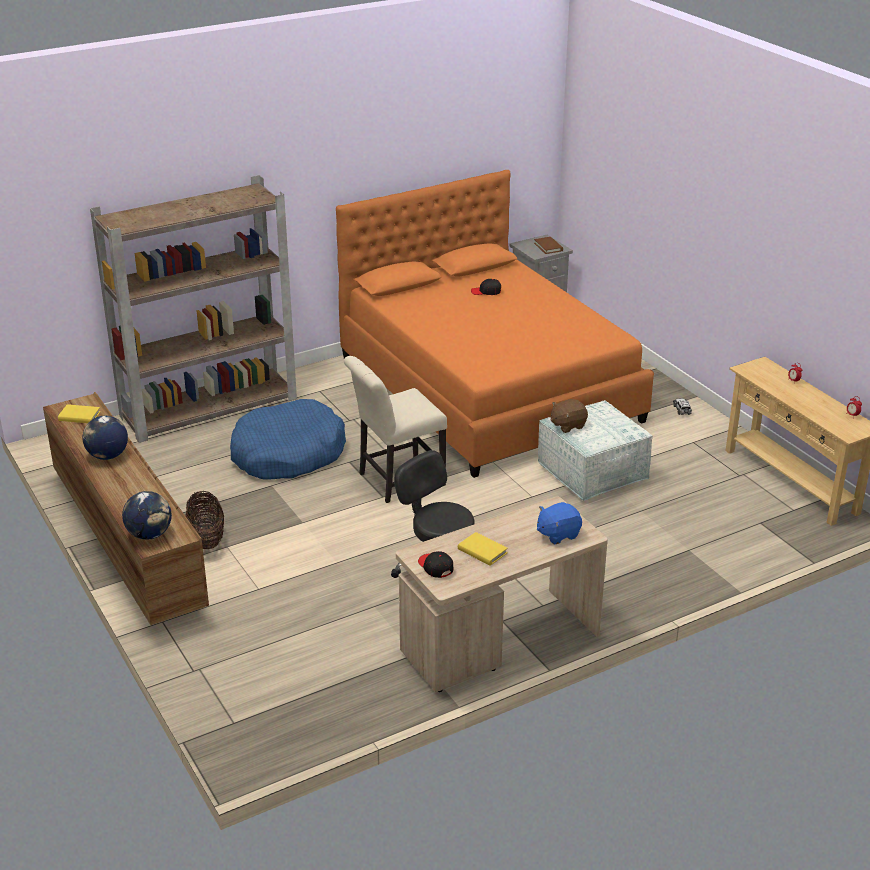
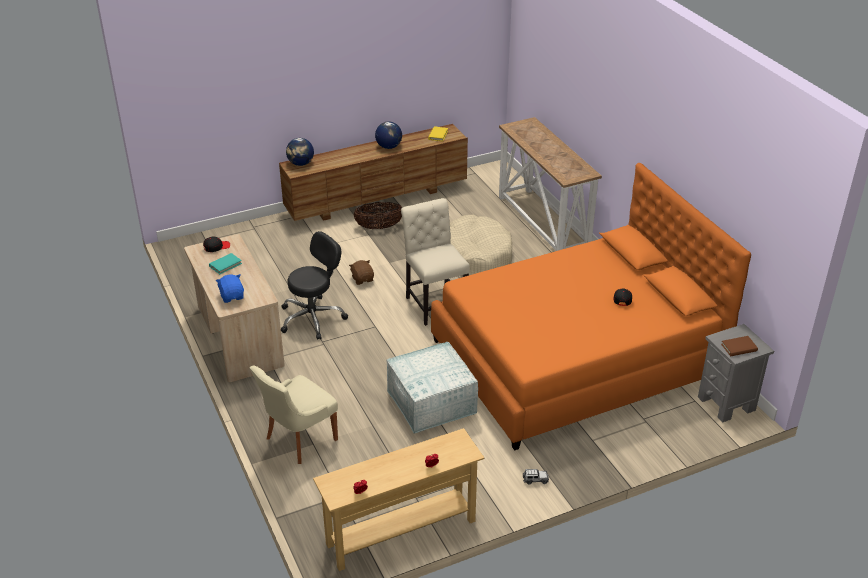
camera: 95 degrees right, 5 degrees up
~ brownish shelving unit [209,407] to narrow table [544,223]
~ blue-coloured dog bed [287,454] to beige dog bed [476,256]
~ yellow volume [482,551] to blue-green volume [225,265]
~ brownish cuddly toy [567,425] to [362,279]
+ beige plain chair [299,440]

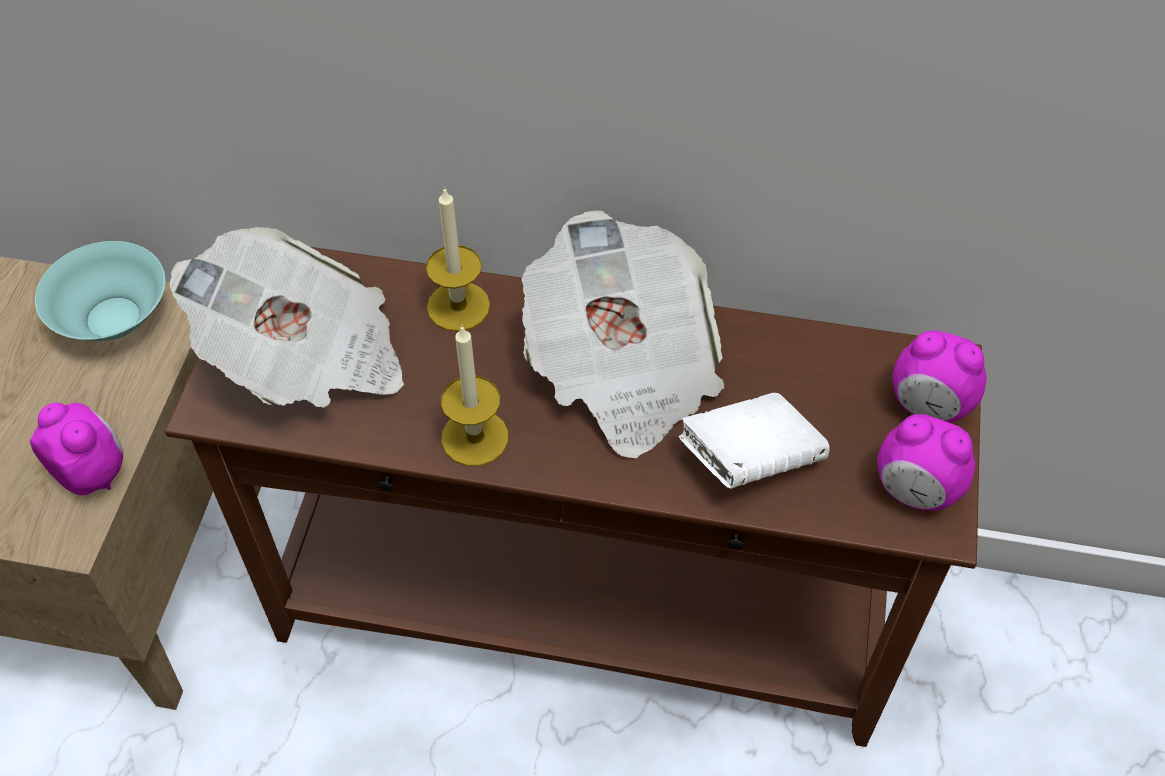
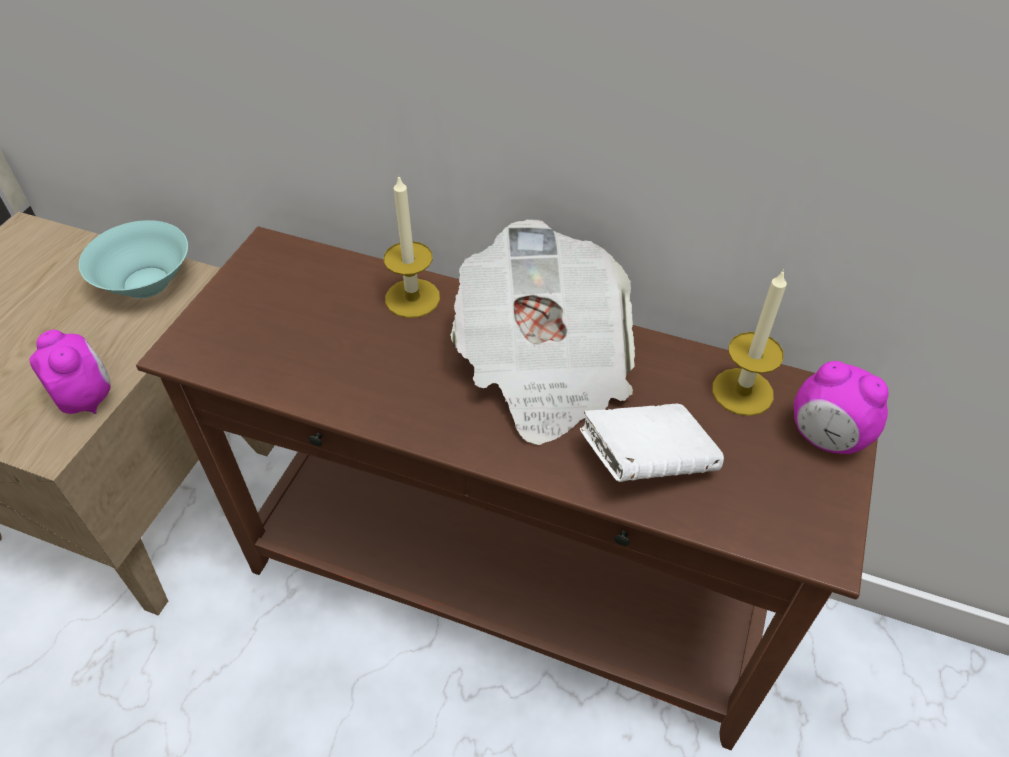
camera: 10 degrees right, 5 degrees down
- daily paper [306,356]
~ wax candle [475,437] to [742,392]
- table clock [915,490]

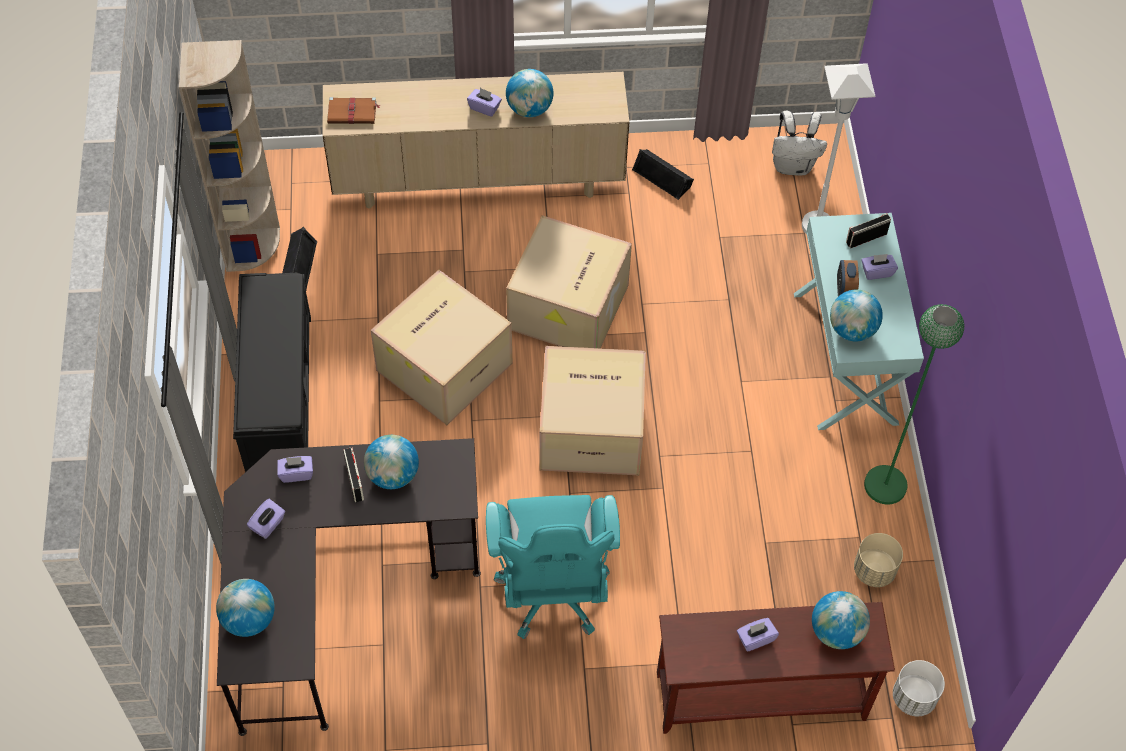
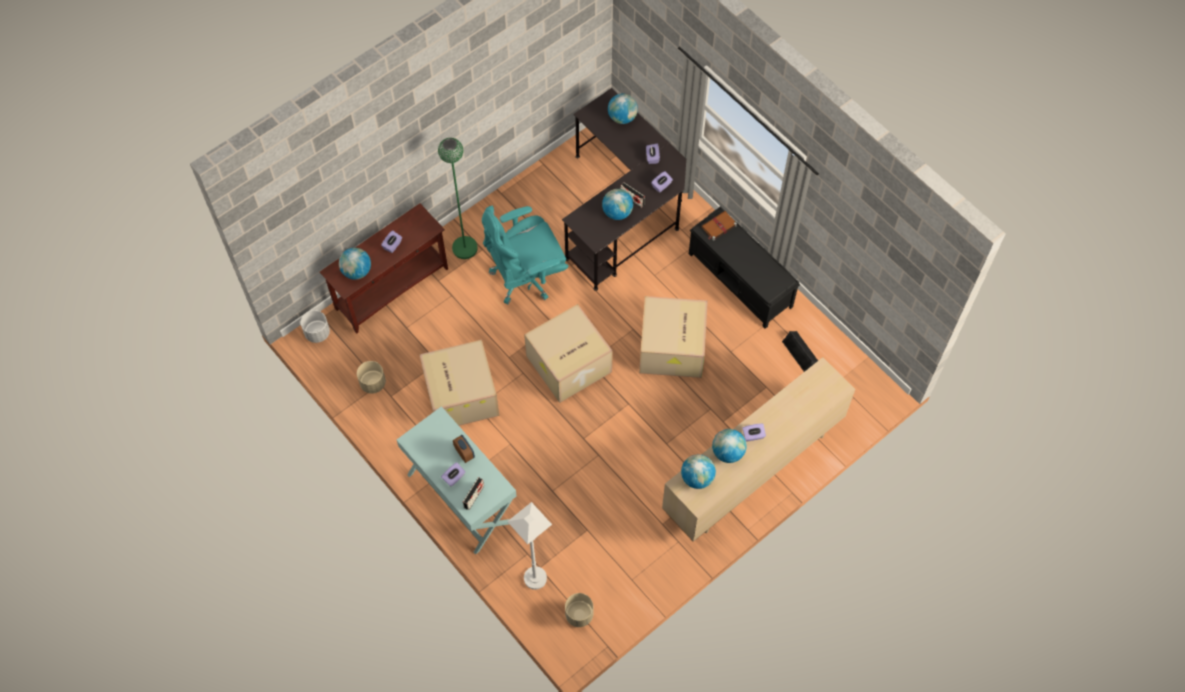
camera: 145 degrees right, 5 degrees up
- beige shelving unit [252,252]
~ brownish volume [353,112] to [718,226]
~ blue-green office chair [551,585] = [527,276] 75 degrees counterclockwise
~ packing box [569,308] to [460,395]
- black-coloured audio speaker [663,176]
~ whitish rucksack [793,166] to beige planter [579,615]
~ world globe [852,330] to [697,478]
~ green standard lamp [885,485] to [464,248]

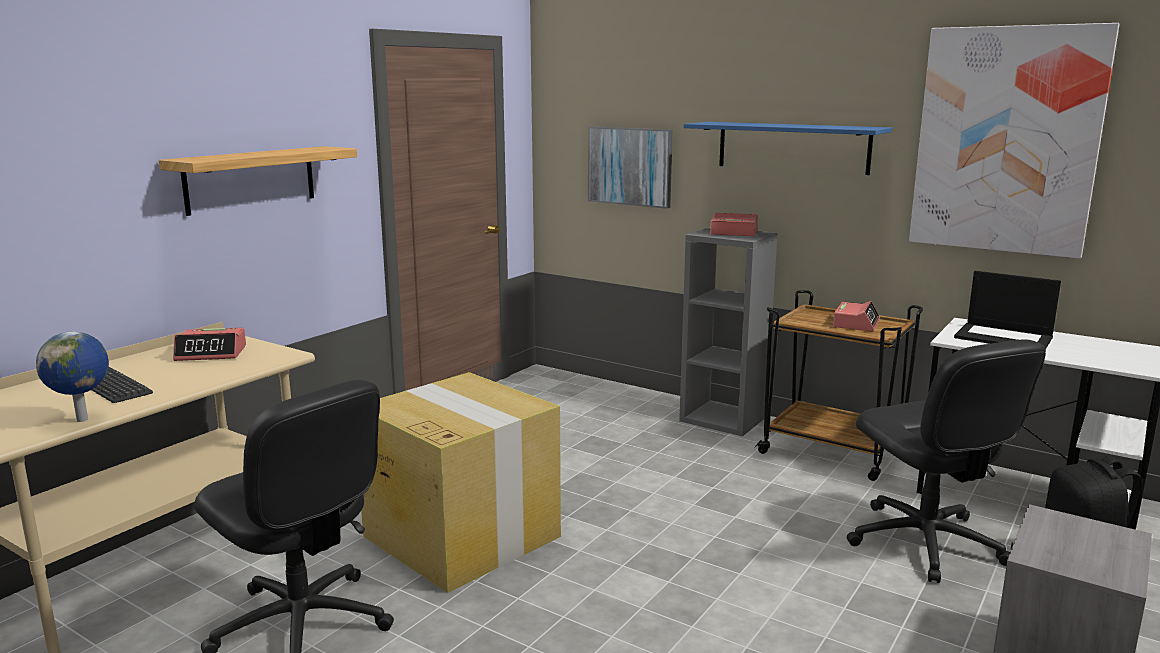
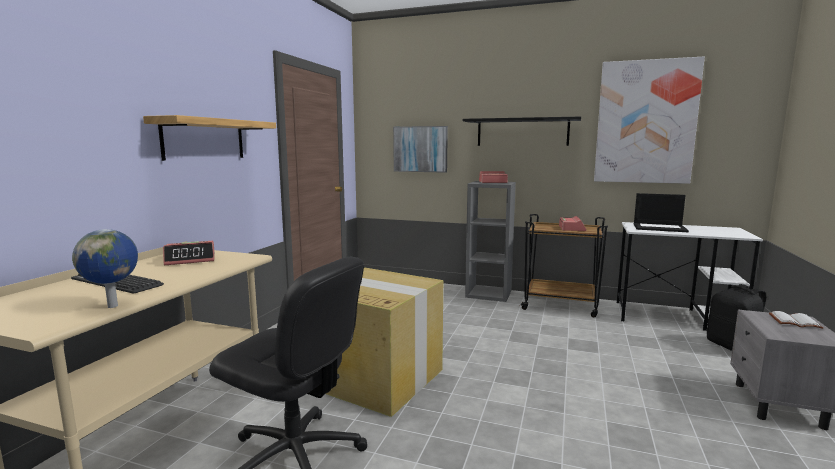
camera: 15 degrees left, 5 degrees down
~ blue-coloured shelf [792,147] to black-coloured shelf [522,132]
- black-coloured office chair [925,542]
+ whitish volume [794,322]

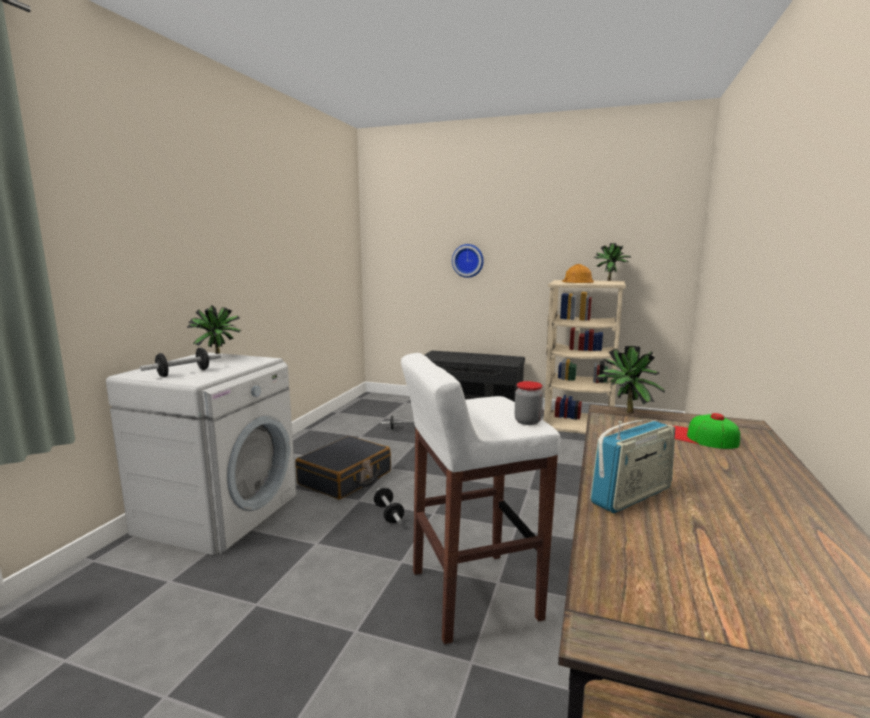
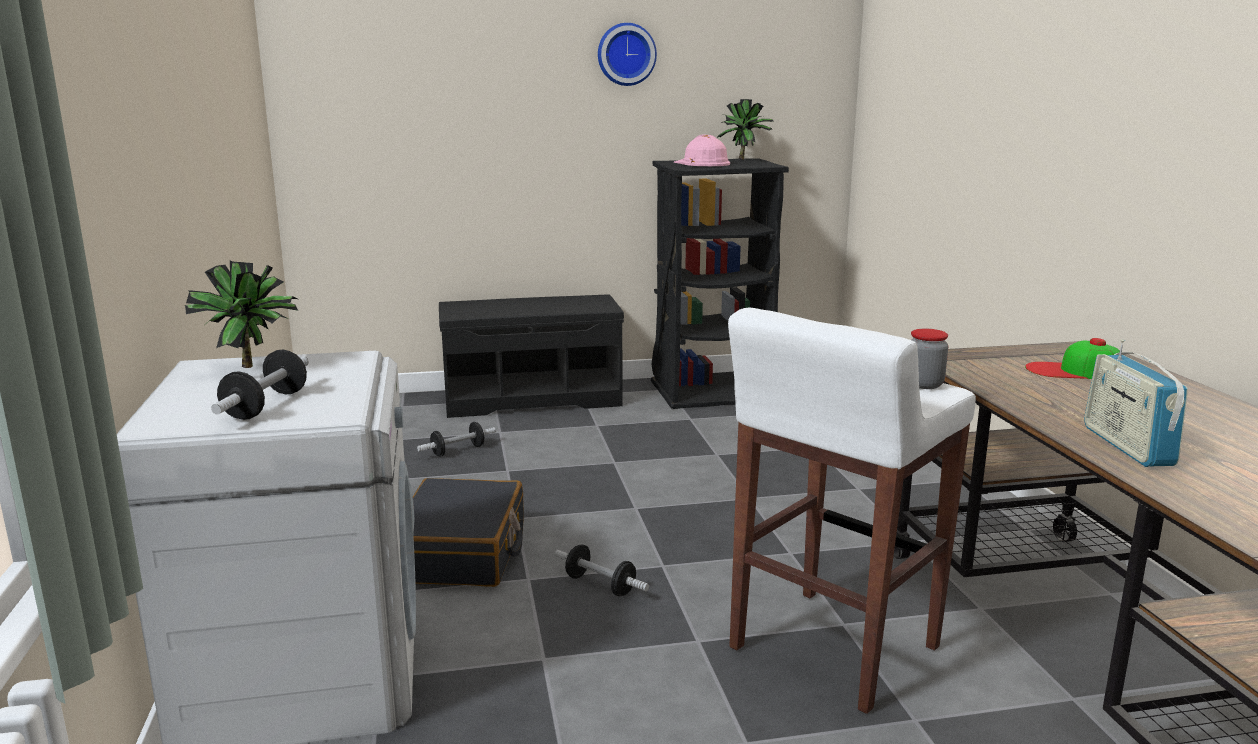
camera: 30 degrees left, 5 degrees up
~ clock on the wall [468,260] to [626,54]
~ beige shelving unit [578,423] to black-coloured shelving unit [712,391]
~ orange-coloured safety helmet [576,281] to pinkish safety helmet [702,163]
~ radio set [631,495] = [1127,446] 150 degrees clockwise
- plant in a pot [624,412]

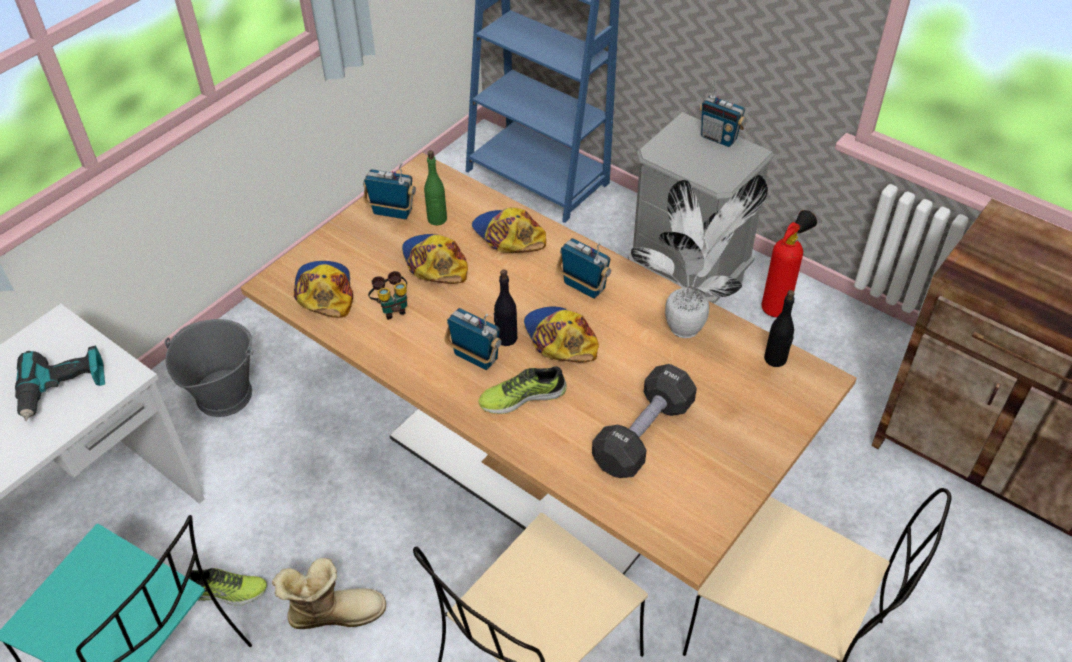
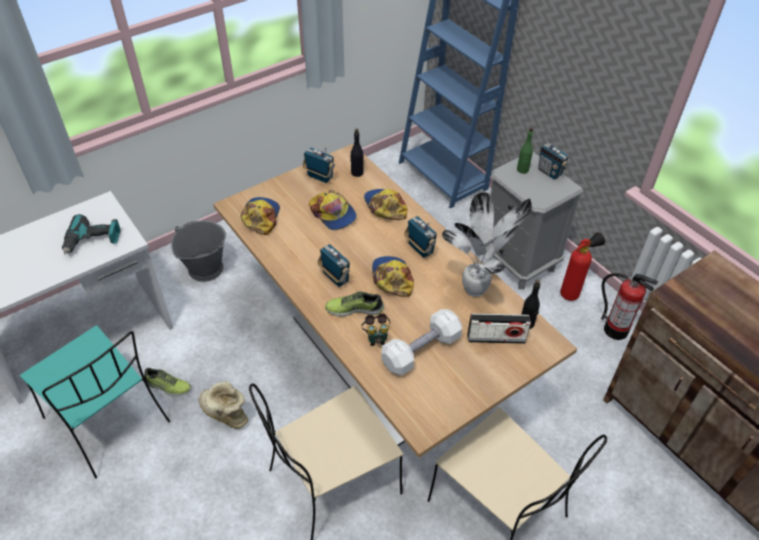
camera: 15 degrees right, 0 degrees up
~ tall boot [334,611] = [224,414] 150 degrees counterclockwise
~ binoculars [392,308] to [376,337]
~ baseball cap [434,263] = [333,213] 150 degrees clockwise
~ green beverage bottle [437,219] to [522,170]
~ black-coloured beverage bottle [506,338] to [357,173]
~ black-coloured hand weight [643,434] to whitish hand weight [421,350]
+ radio set [496,338]
+ fire extinguisher [615,329]

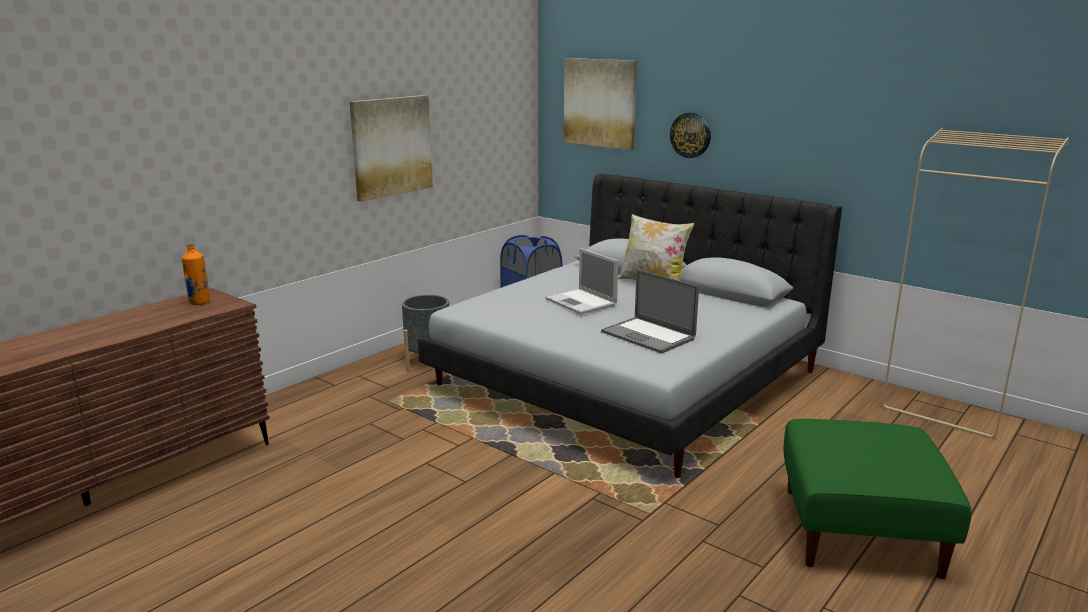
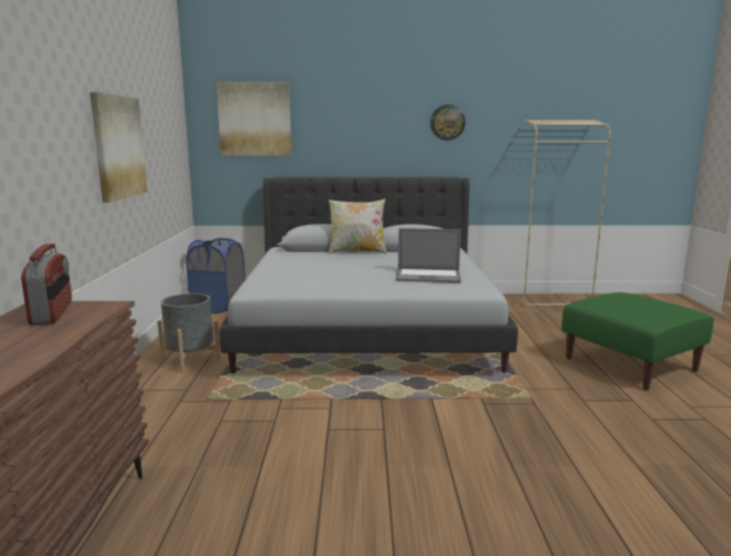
camera: 40 degrees left, 5 degrees down
~ orange-coloured beverage bottle [199,302] to radio set [53,313]
- notebook computer [582,302]
~ clock on the wall [690,135] to [447,122]

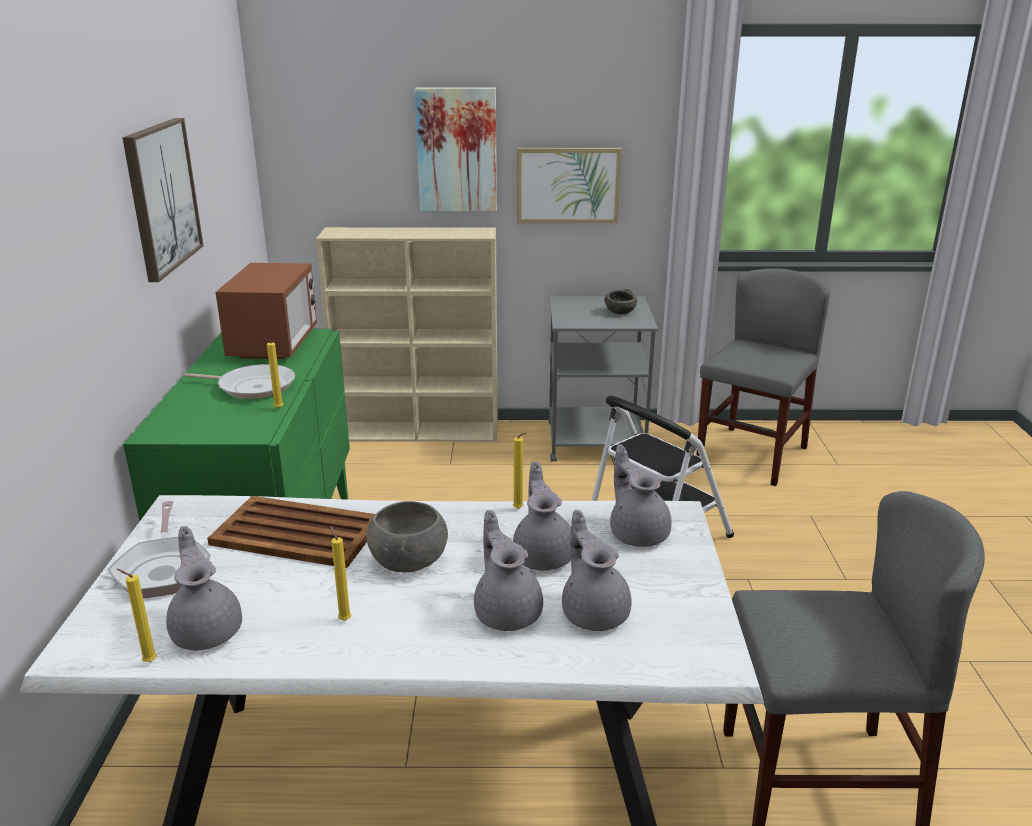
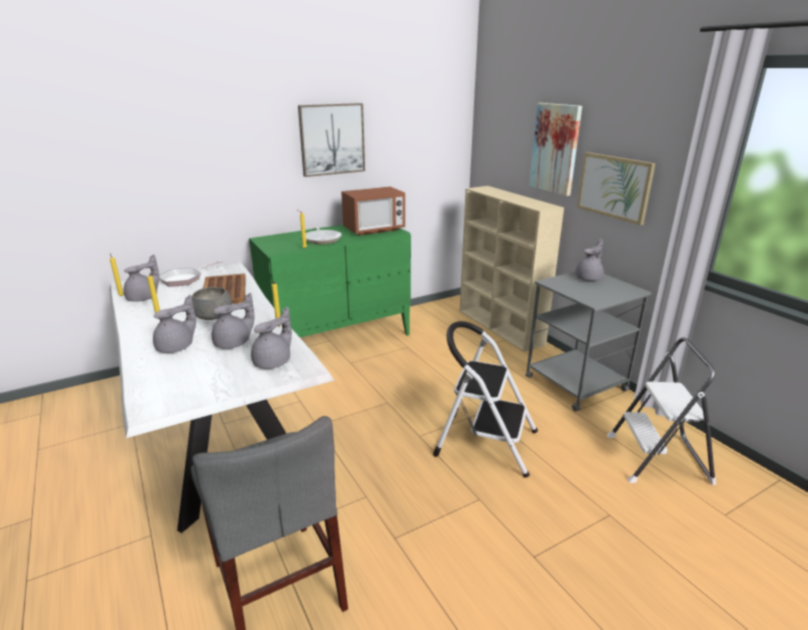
camera: 60 degrees right, 0 degrees up
~ gray tea pot [594,612] to [589,278]
- gray deep dish [620,312]
~ gray plain chair [751,455] to whitish stepladder [662,459]

